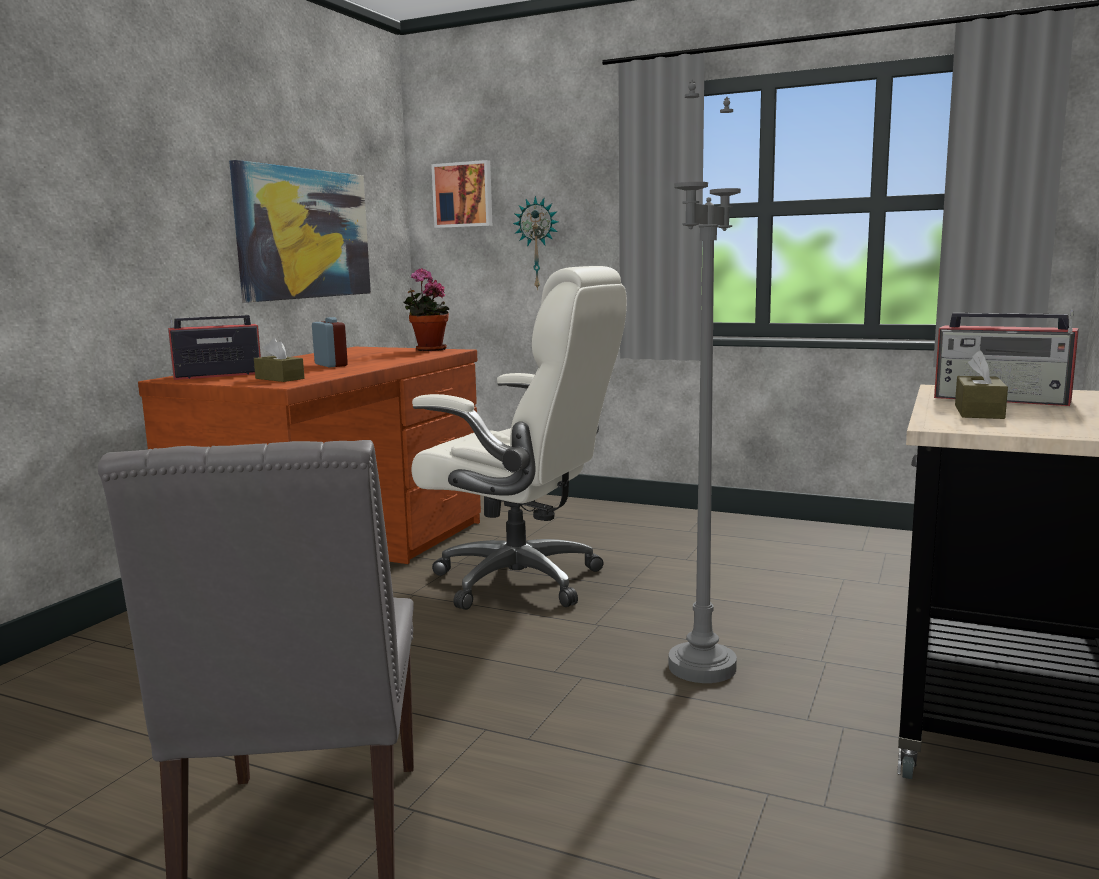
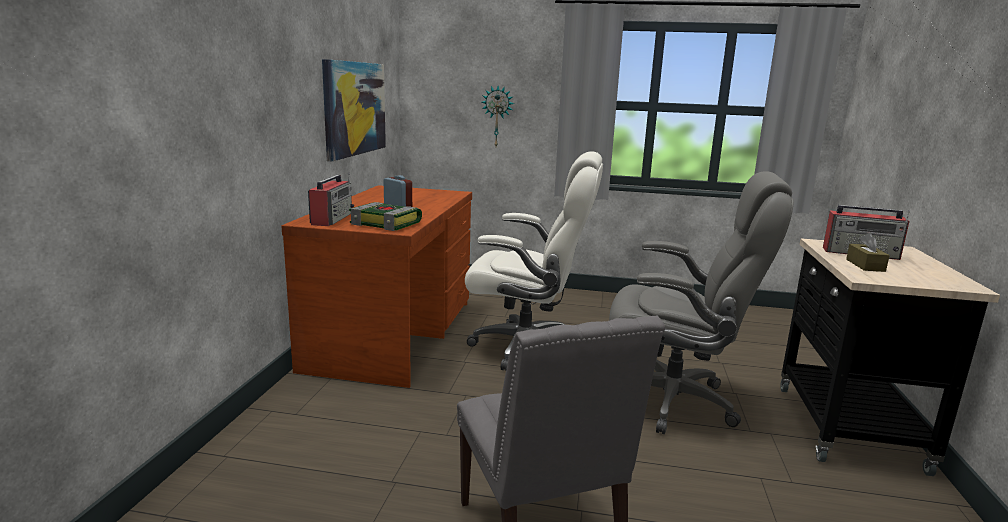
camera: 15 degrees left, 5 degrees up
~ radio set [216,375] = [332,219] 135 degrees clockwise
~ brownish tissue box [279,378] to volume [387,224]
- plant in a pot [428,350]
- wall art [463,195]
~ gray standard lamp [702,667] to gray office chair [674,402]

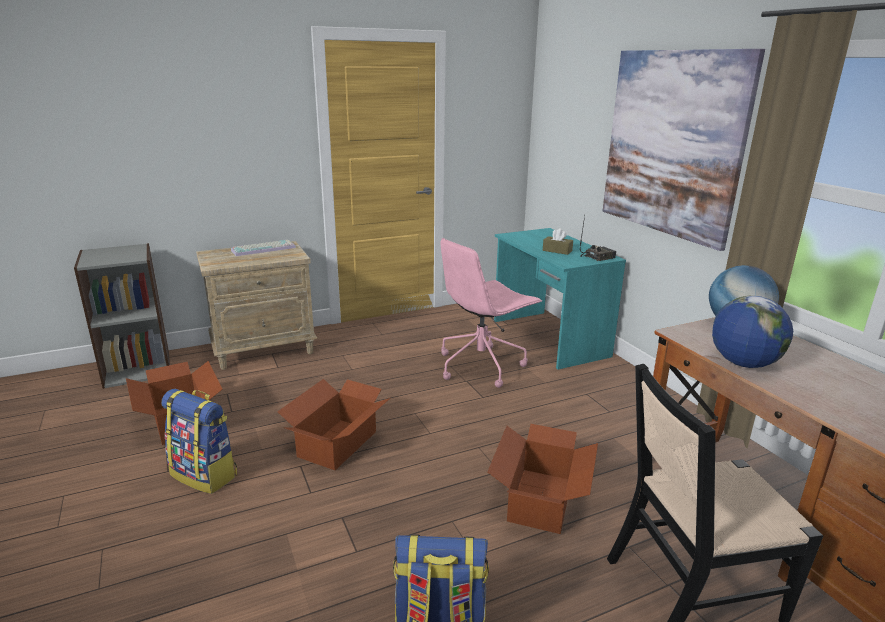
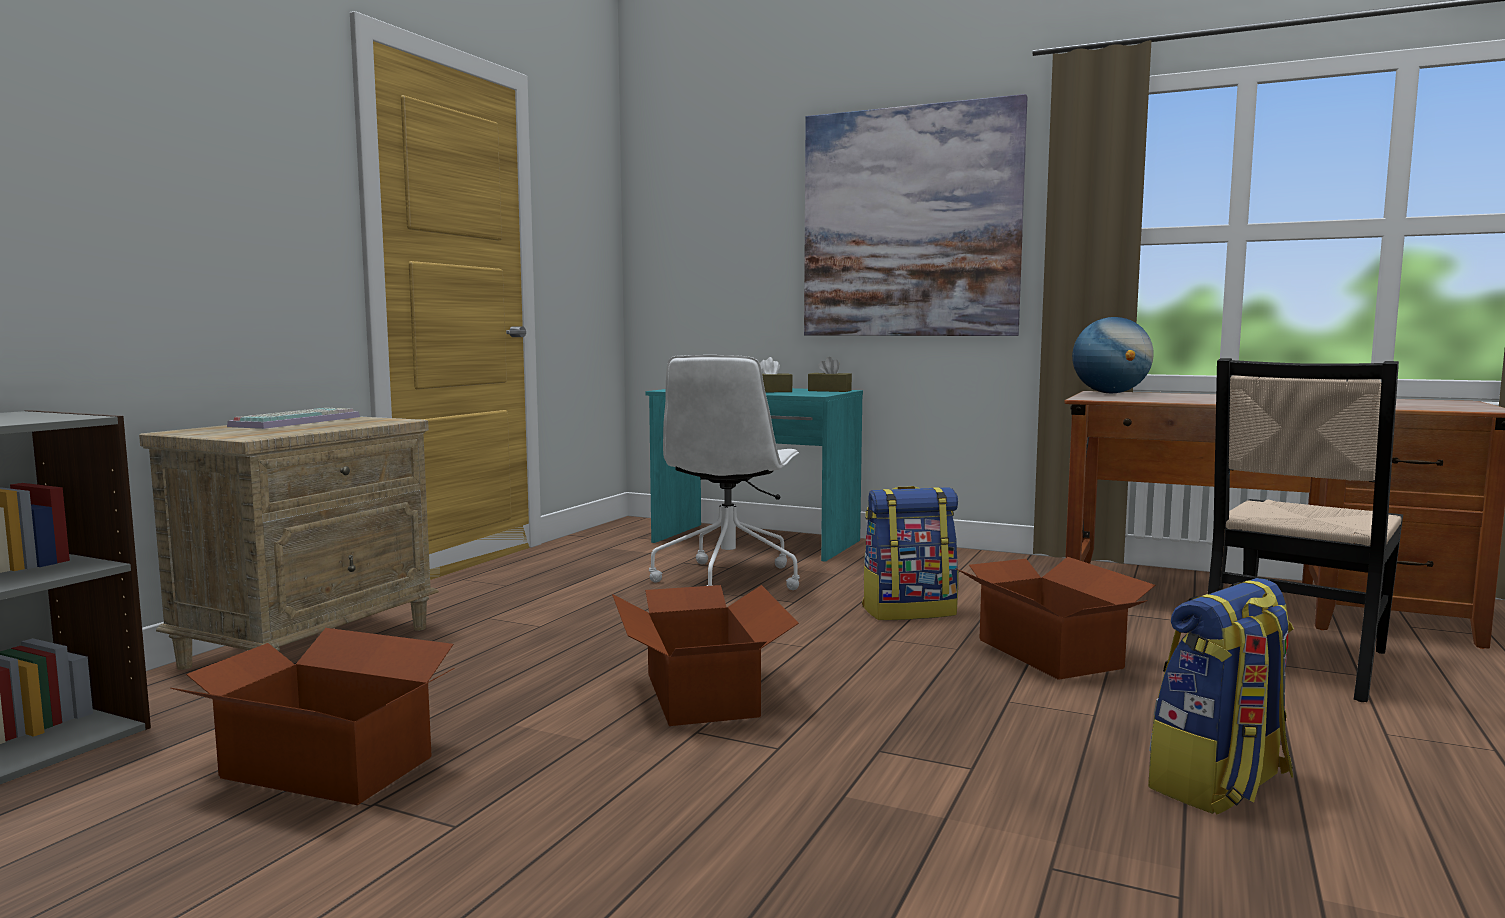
camera: 40 degrees left, 15 degrees down
~ rucksack [205,475] to [909,611]
~ pinkish office chair [483,365] to whitish office chair [730,578]
~ radio set [597,257] to brownish tissue box [829,390]
- world globe [743,363]

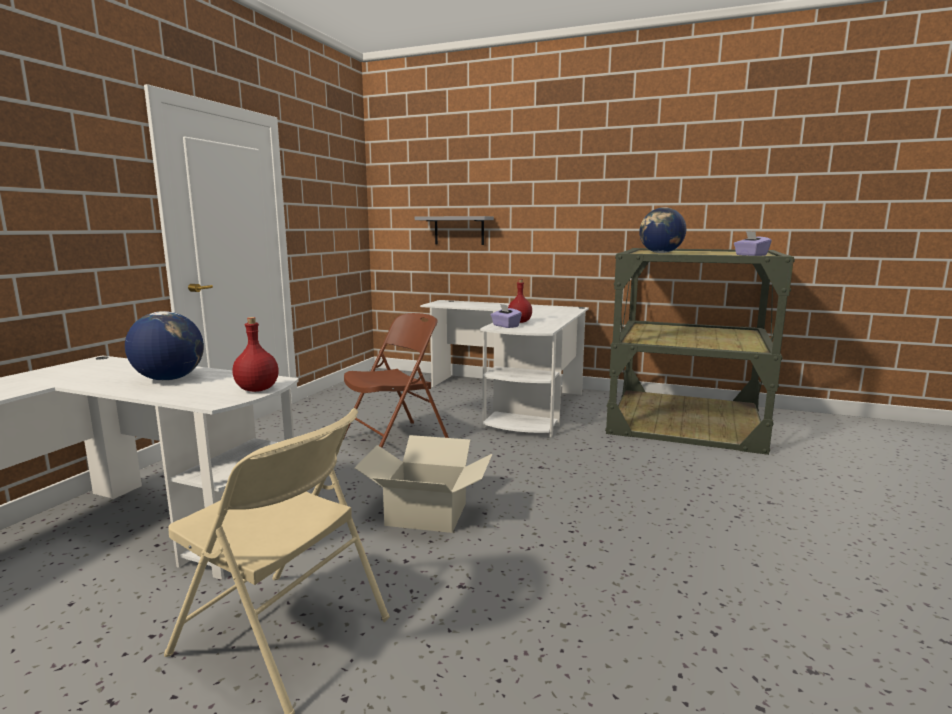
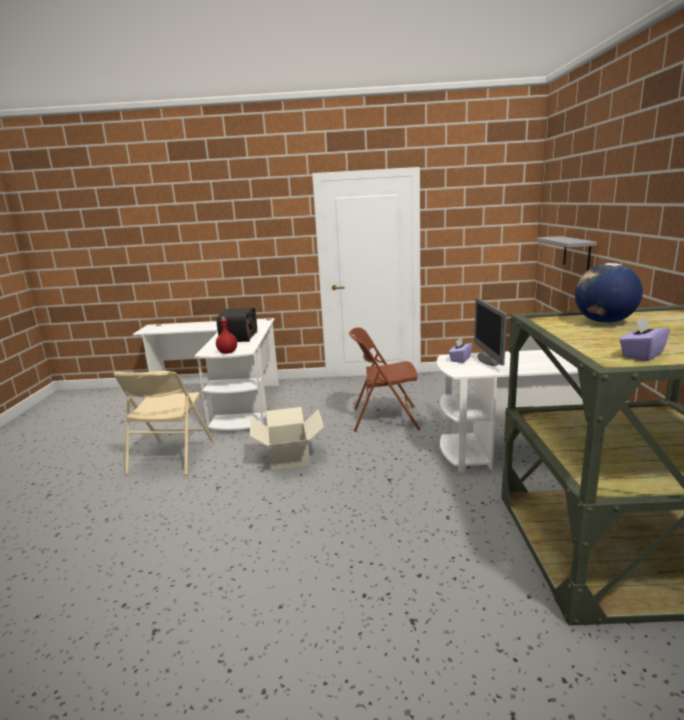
camera: 70 degrees right, 5 degrees up
~ world globe [169,379] to radio set [238,337]
~ brownish plain chair [395,441] = [385,418] 150 degrees clockwise
~ red-coloured beverage bottle [520,322] to computer display [488,359]

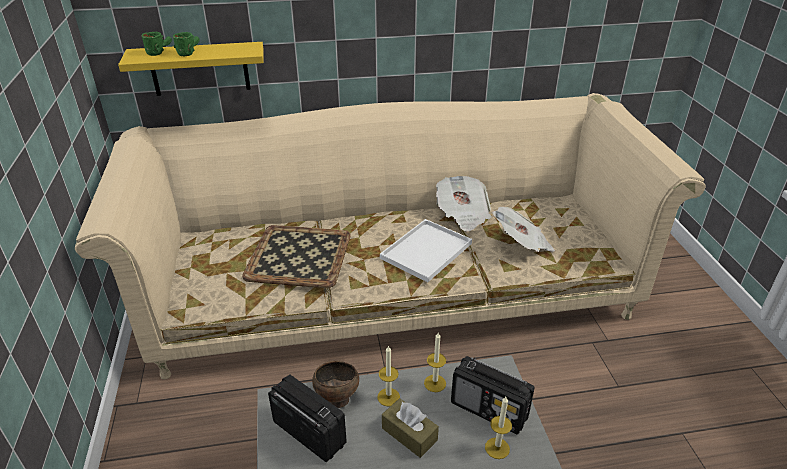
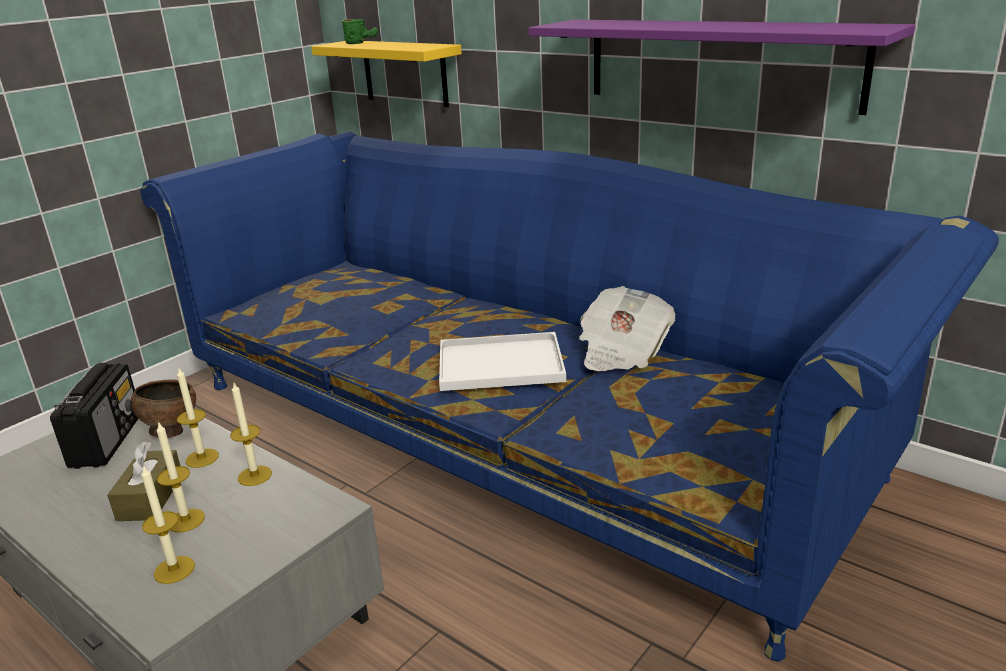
camera: 50 degrees right, 10 degrees down
~ beige sofa [394,288] to blue-coloured sofa [510,427]
- green tea mug [189,52]
- carrying tray [300,255]
- radio set [489,410]
- daily paper [522,244]
+ wax candle [186,520]
+ purple-coloured shelf [719,63]

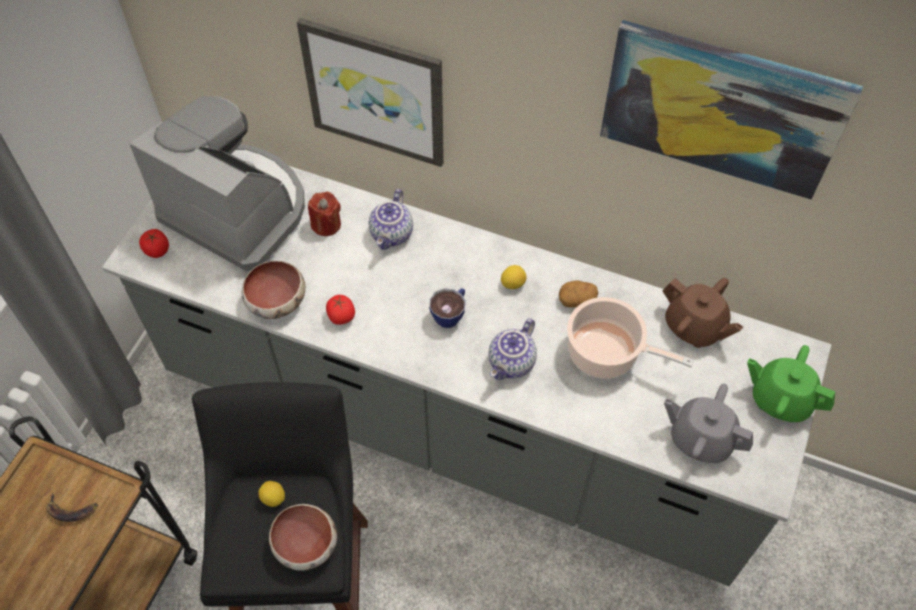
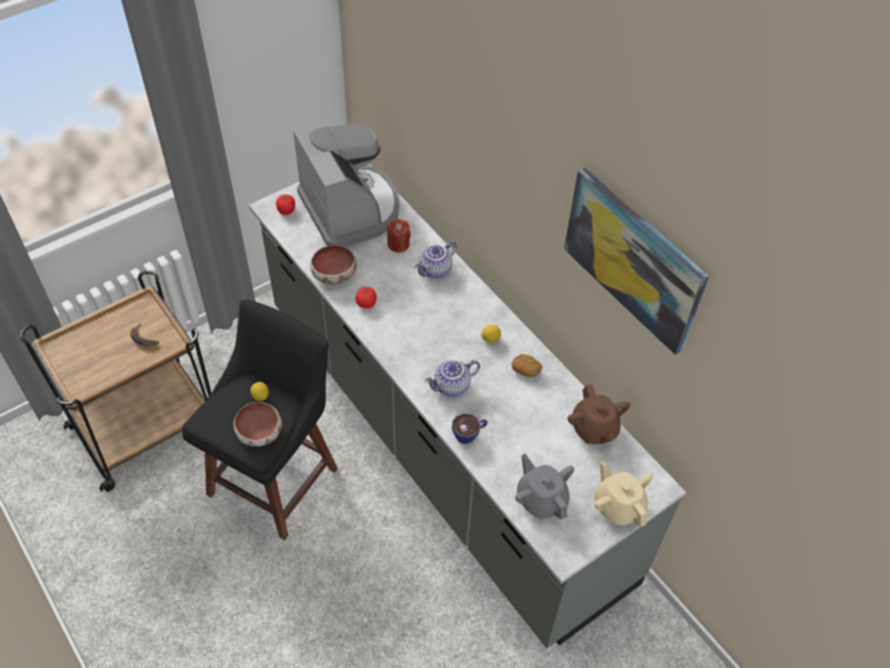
camera: 30 degrees right, 5 degrees down
- wall art [375,92]
~ cup [450,314] to [469,434]
- stockpot [607,354]
~ green tea pot [780,399] to beige tea pot [618,506]

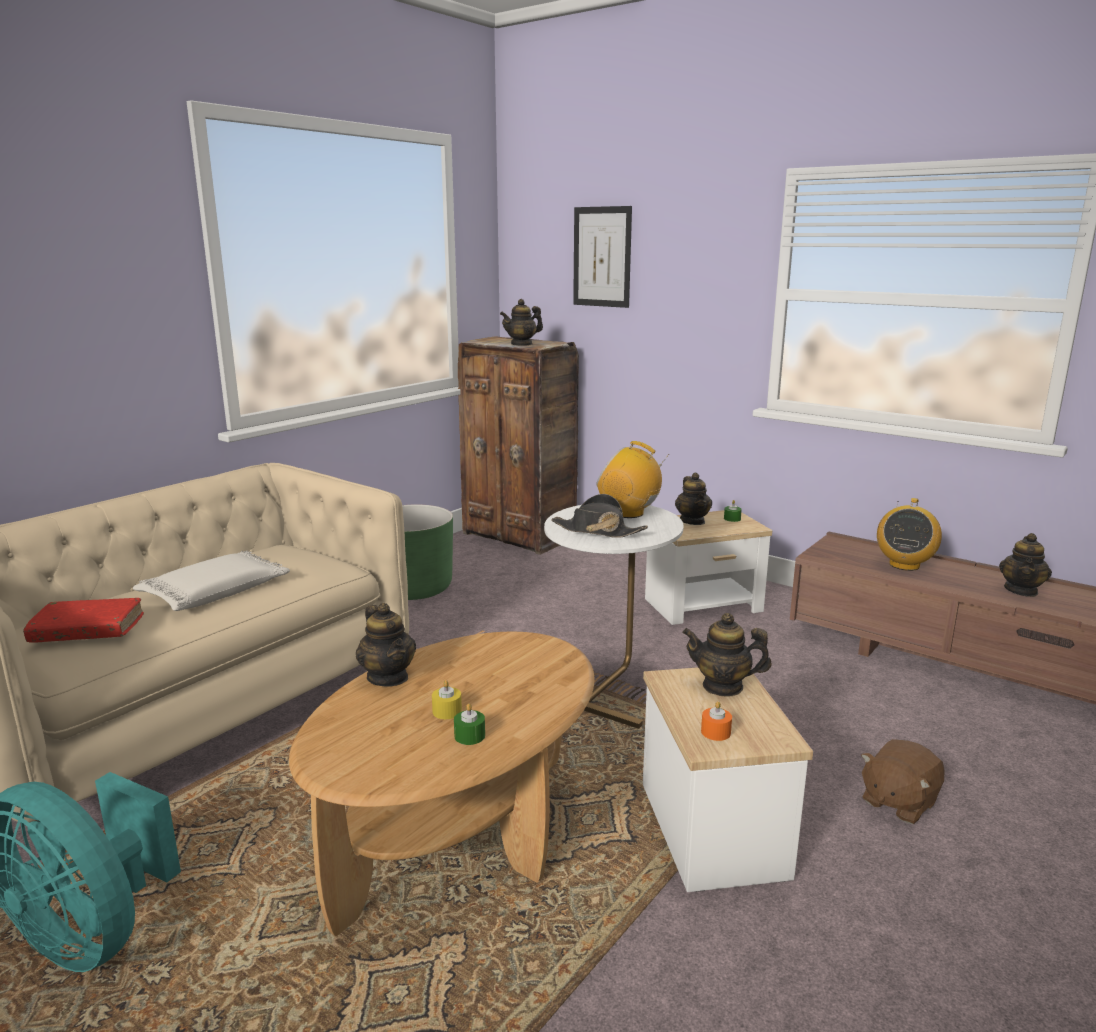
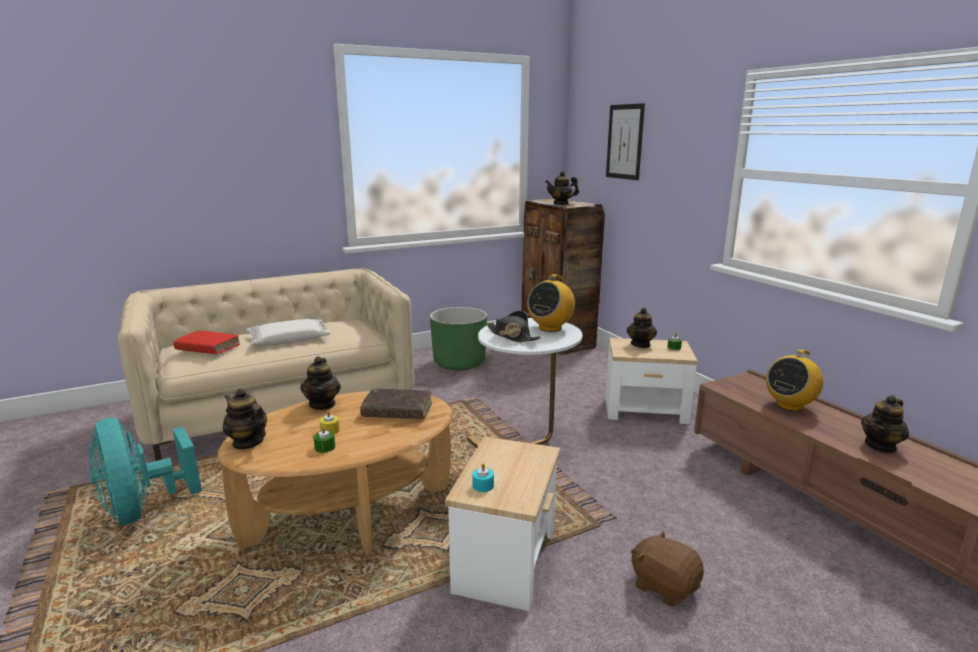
camera: 25 degrees right, 0 degrees up
~ radio set [628,513] = [550,328] 105 degrees counterclockwise
~ tea pot [723,686] to [248,442]
~ orange-coloured wax candle [715,732] to blue-green wax candle [483,485]
~ brownish cuddly toy [898,802] = [664,586] 60 degrees clockwise
+ brownish volume [397,411]

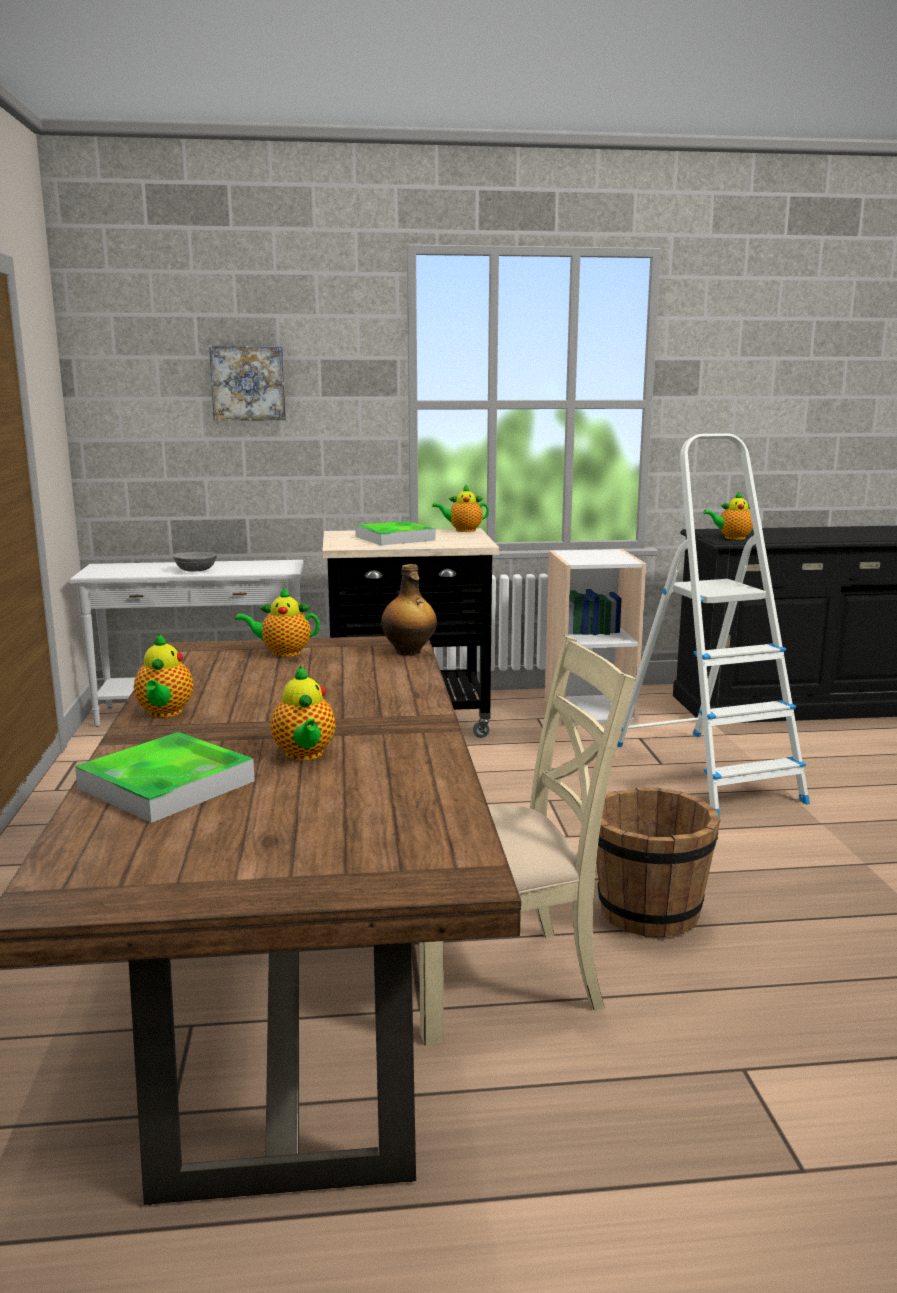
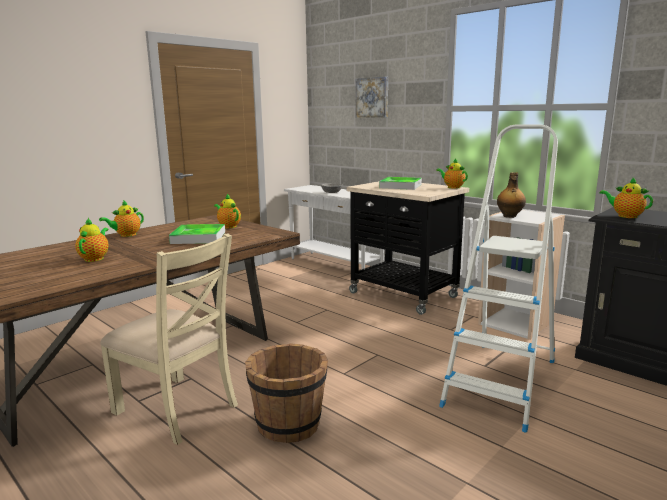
camera: 50 degrees right, 0 degrees up
~ carrying tray [166,785] to [198,237]
~ tea pot [305,755] = [95,258] 150 degrees clockwise
~ beverage bottle [409,652] to [509,216]

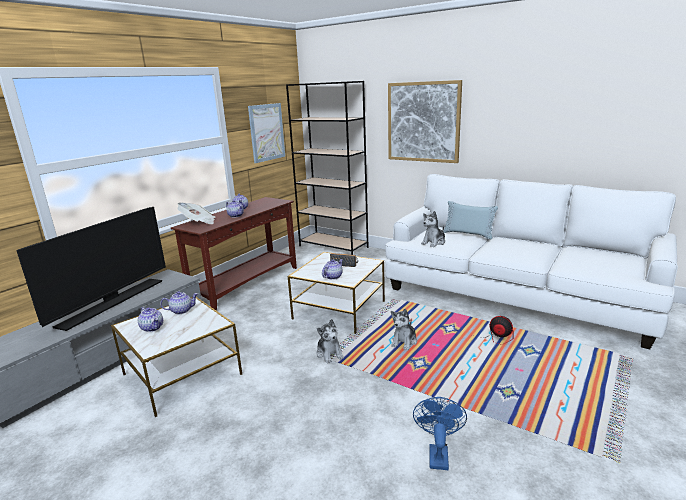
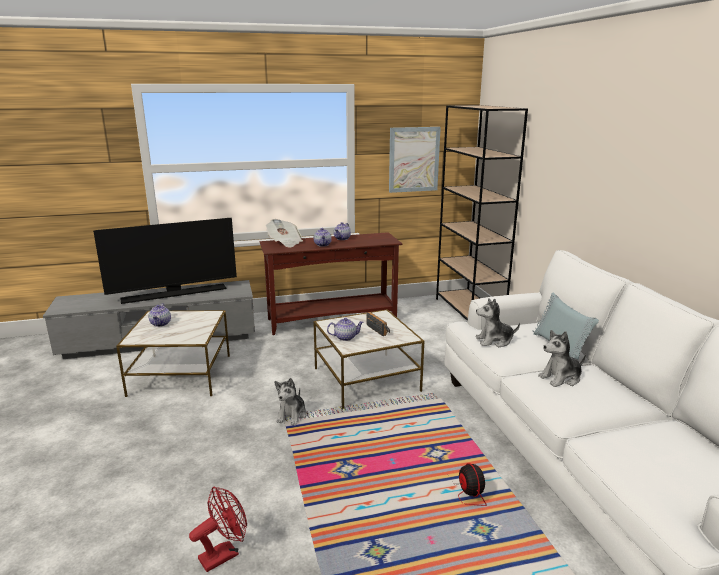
camera: 40 degrees right, 0 degrees up
- tea pot [181,310]
- wall art [423,122]
~ cuddly toy [404,341] to [561,378]
~ blue-coloured cooling fan [438,453] to red-coloured cooling fan [224,554]

